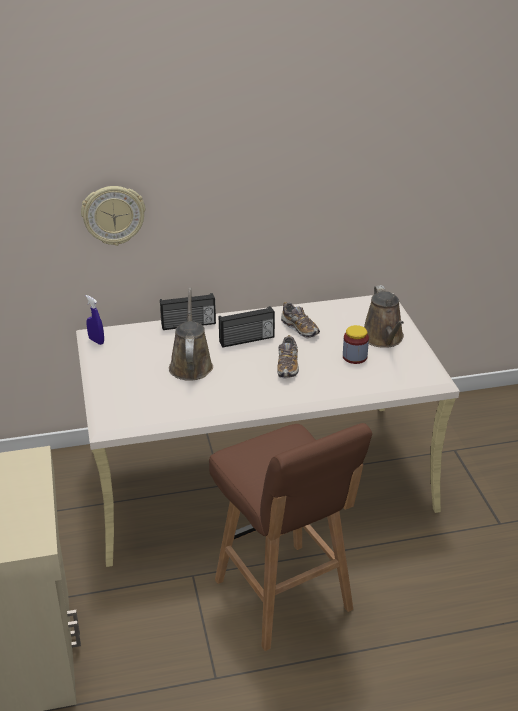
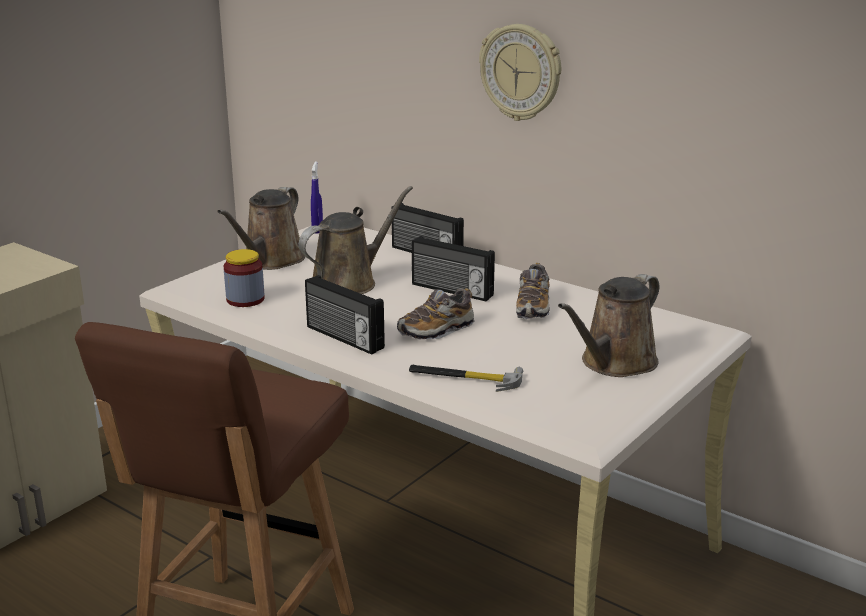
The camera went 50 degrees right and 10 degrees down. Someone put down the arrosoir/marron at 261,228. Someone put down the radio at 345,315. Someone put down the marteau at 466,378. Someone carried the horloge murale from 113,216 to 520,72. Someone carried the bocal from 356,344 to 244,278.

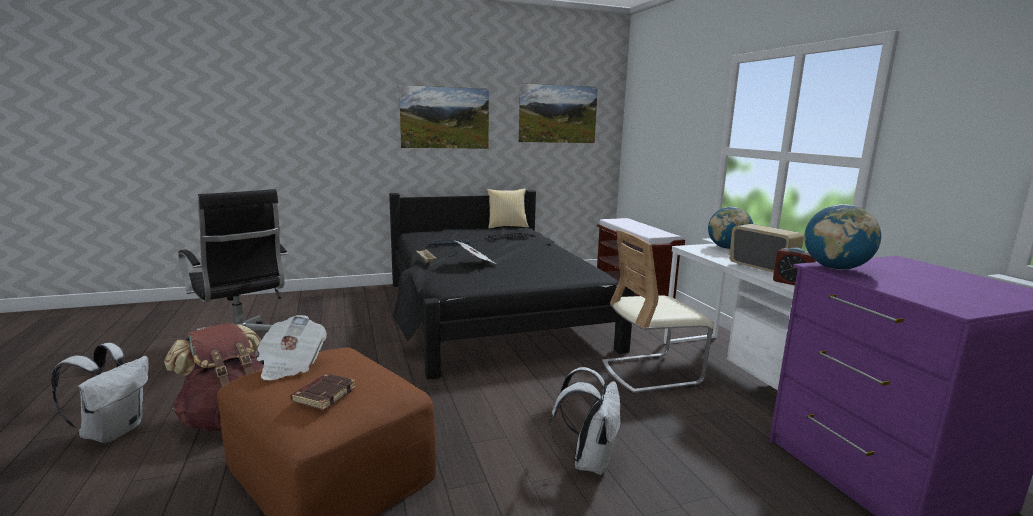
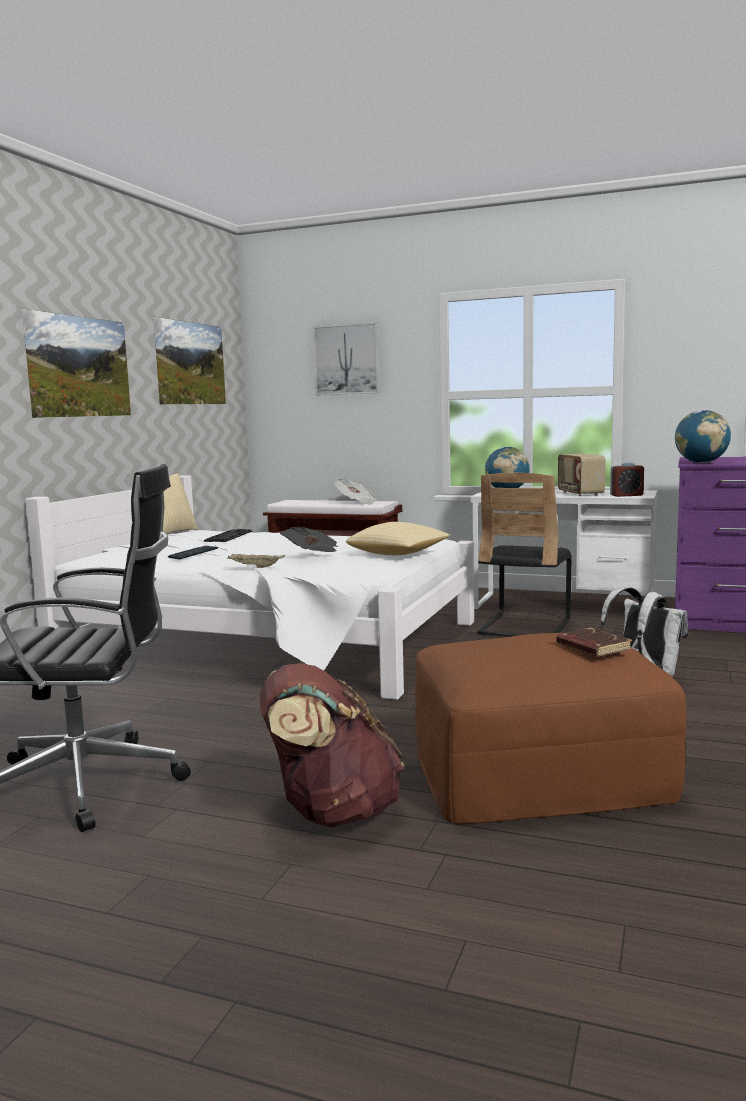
The camera went 50 degrees left and 5 degrees down. Someone took away the sac à dos/blanc at 100,393. Someone put up the tableau at 346,358. Someone put down the coussin at 398,538. Someone carried the journal from 292,347 to 356,491. Someone repainted the lit/noir at 512,284, which became the lit/blanc at 249,588. Someone repainted the chaise/beige at 658,312, which became the chaise/noir at 524,555. Someone rotated the radio at 766,248 by 105 degrees counterclockwise.

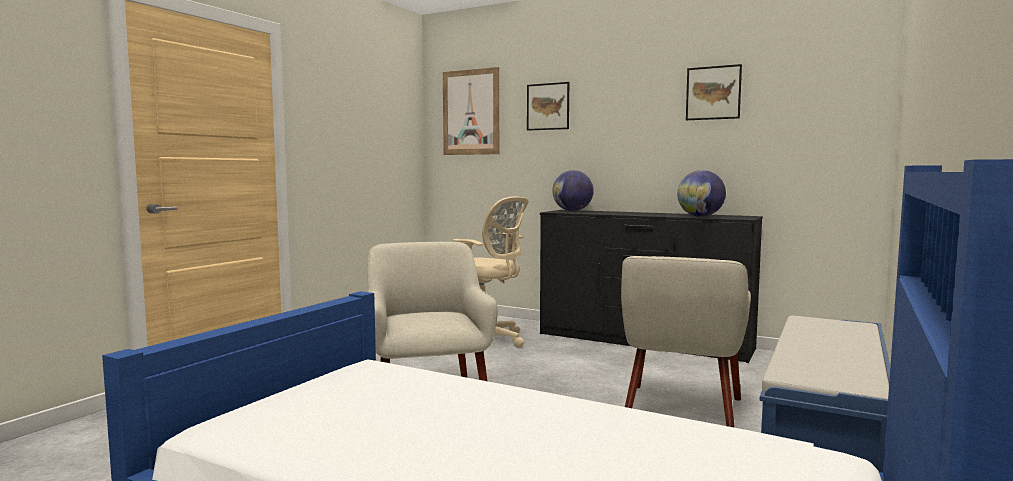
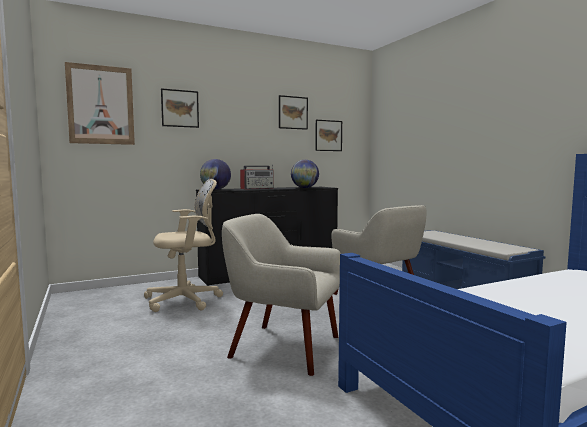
The camera went 55 degrees left and 0 degrees up. Someone put down the radio at 257,176. Someone put up the tableau at 328,135.

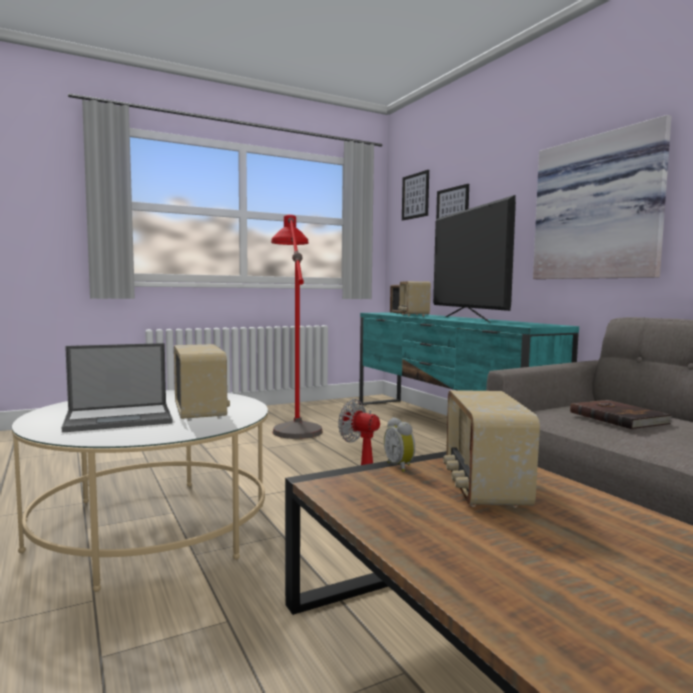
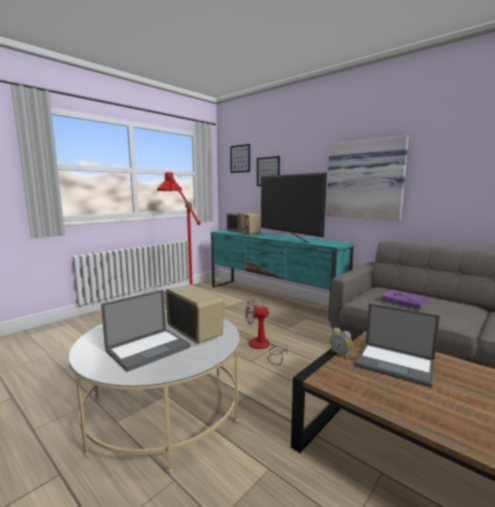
The camera went 20 degrees left and 5 degrees up. Someone swapped the radio at 491,449 for the ordinateur portable at 397,345. Someone repainted the livre/marron at 621,414, which became the livre/violet at 406,299.

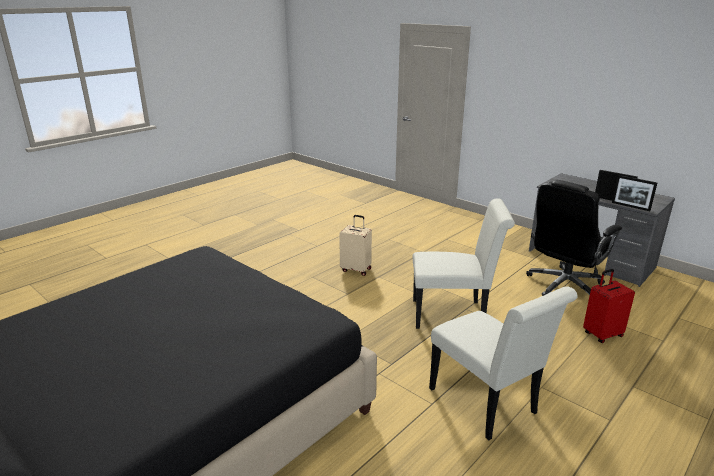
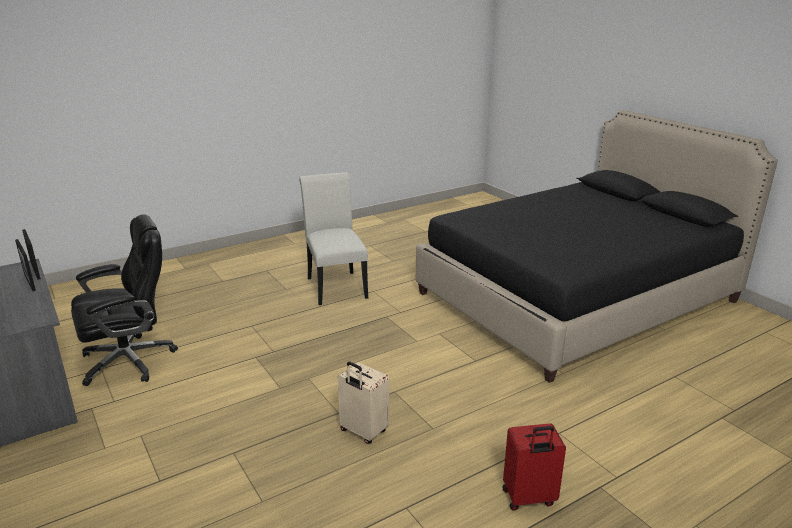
The camera went 165 degrees left and 0 degrees up. Someone took away the chaise/blanc at 463,263. Someone carried the valise/rouge from 609,306 to 534,467.

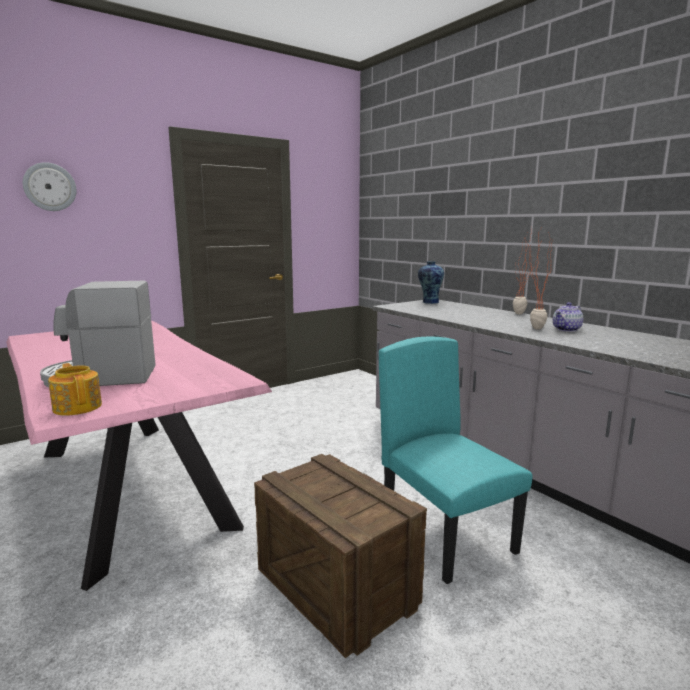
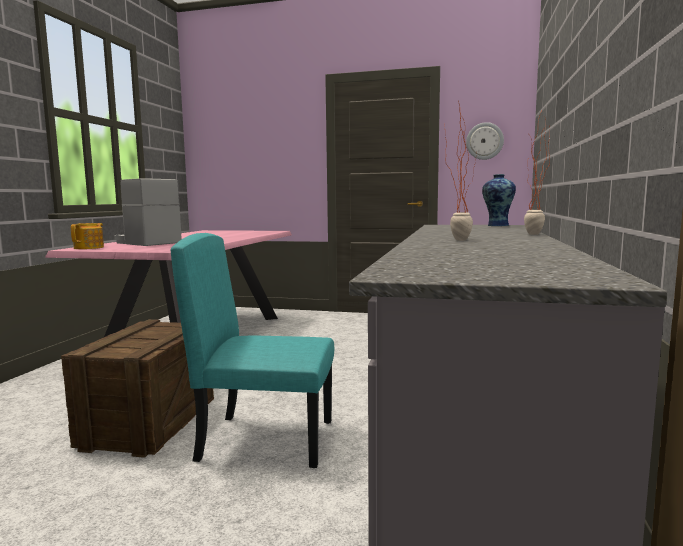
The camera went 50 degrees right and 5 degrees down. Someone took away the théière at 568,317. Someone carried the horloge murale from 50,186 to 485,141. Someone rotated the chaise/turquoise at 455,460 by 105 degrees counterclockwise.

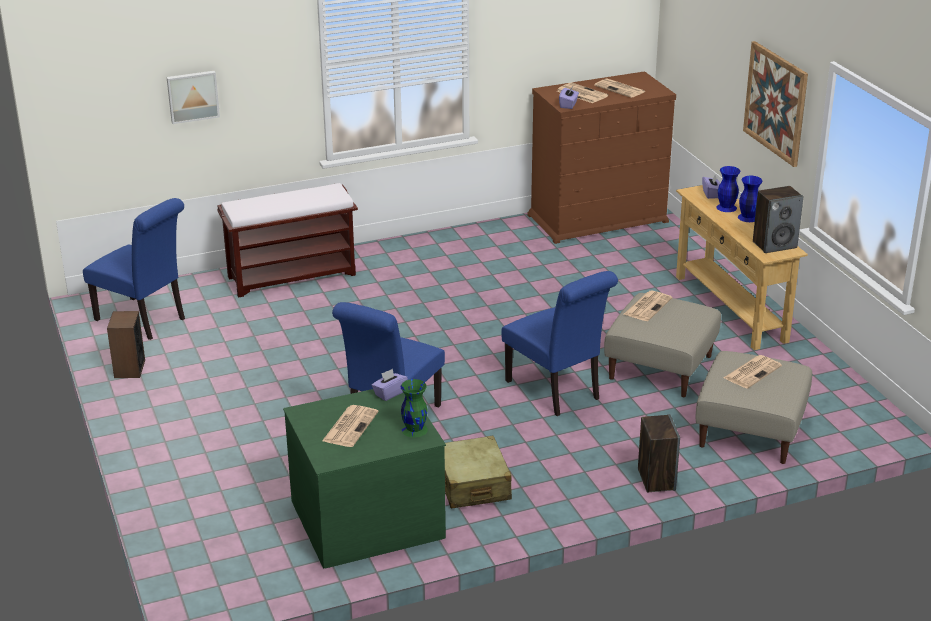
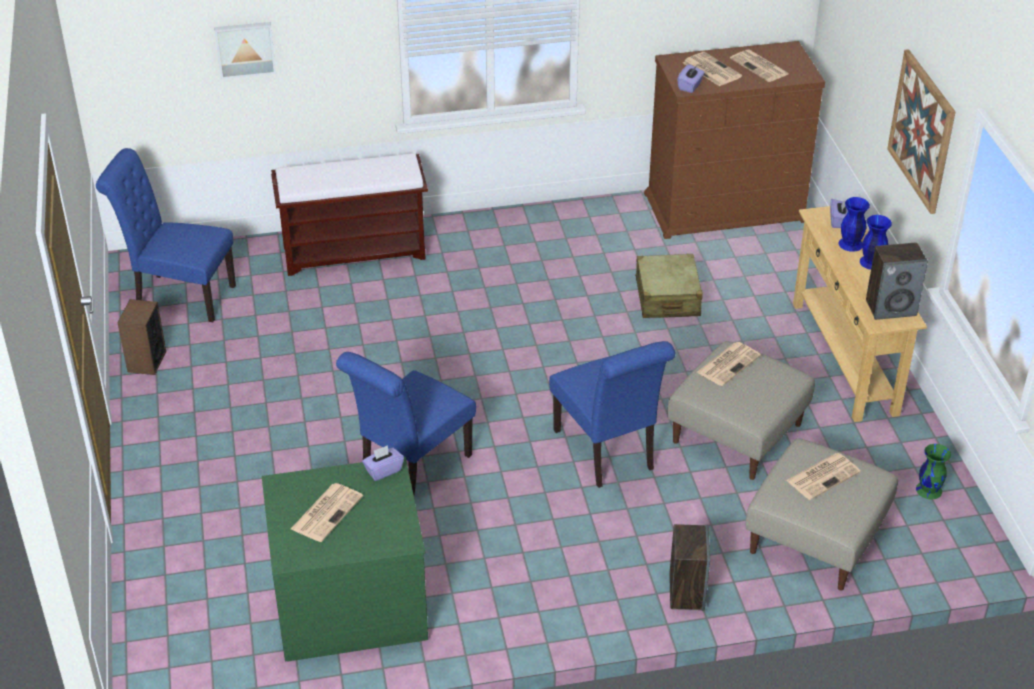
The camera went 10 degrees right and 10 degrees up. Someone carried the vase/vert from 414,408 to 933,471. Someone carried the valise/beige from 478,472 to 669,286. Someone rotated the chaise/bleu at 134,269 by 150 degrees clockwise.

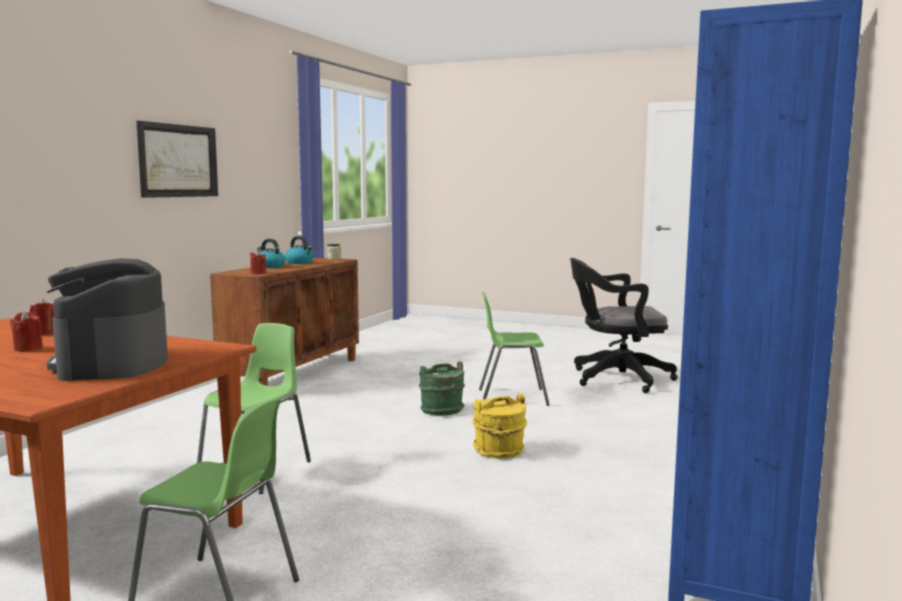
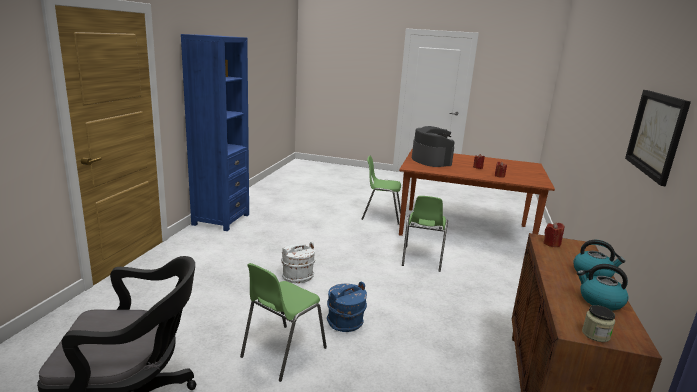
The camera went 170 degrees right and 10 degrees up. Someone repainted the seau/vert at 442,388, which became the seau/bleu at 347,306. Someone repainted the seau/jaune at 499,426, which became the seau/blanc at 298,262. Someone rotated the chaise/vert at 514,349 by 135 degrees clockwise.

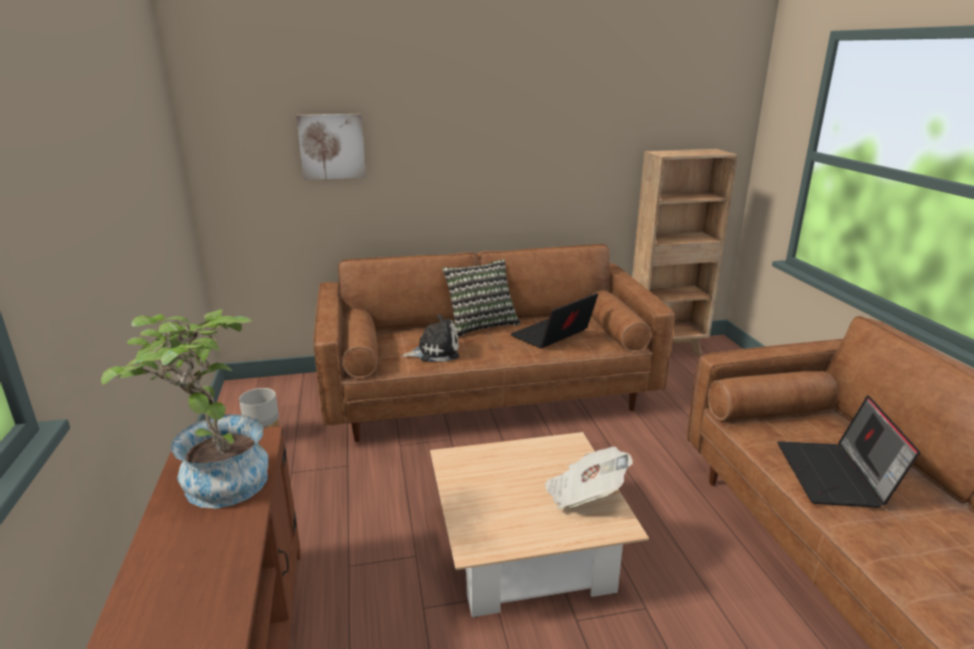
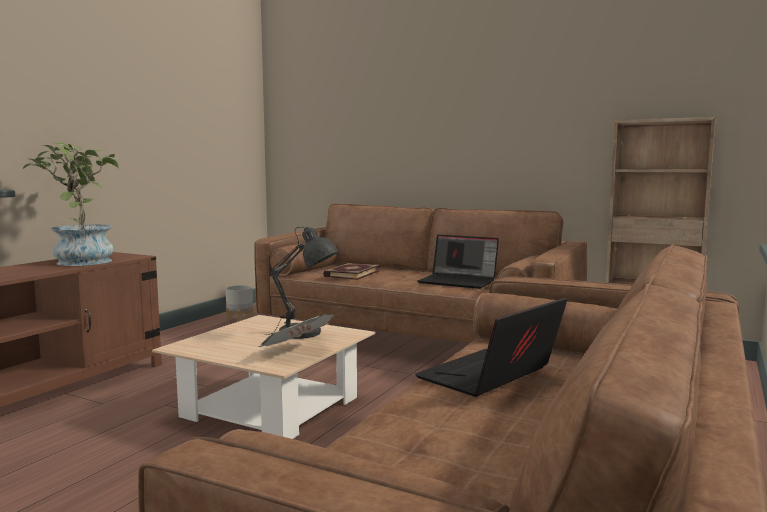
The camera went 40 degrees right and 15 degrees down. Someone took away the tableau at 331,147. Someone took away the coussin at 481,298. Someone put down the lampe de table/gris at 303,283. Someone swapped the peluche at 430,338 for the livre at 351,271. Someone rotated the ordinateur portable at 554,320 by 150 degrees counterclockwise.

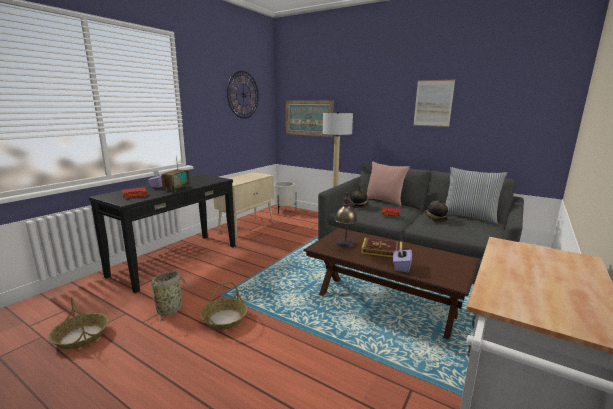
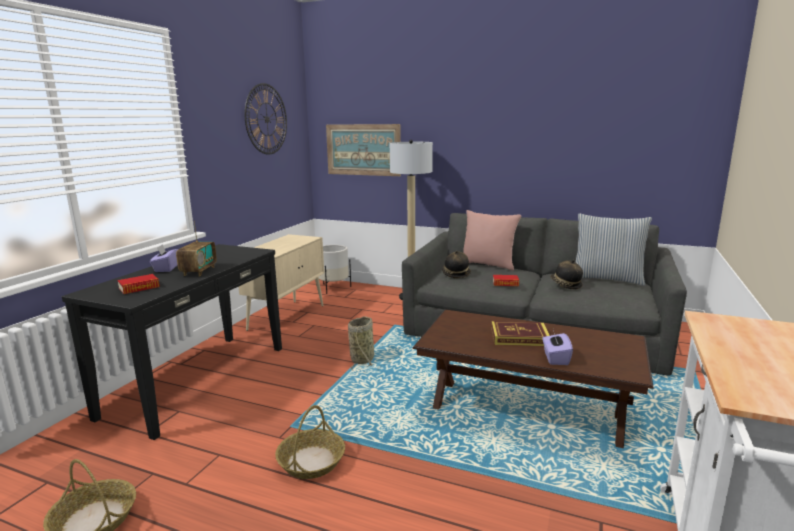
The camera went 10 degrees left and 0 degrees up. Someone took away the lampe de table at 346,220. Someone took away the tableau at 434,103. Someone carried the panier from 171,297 to 361,342.

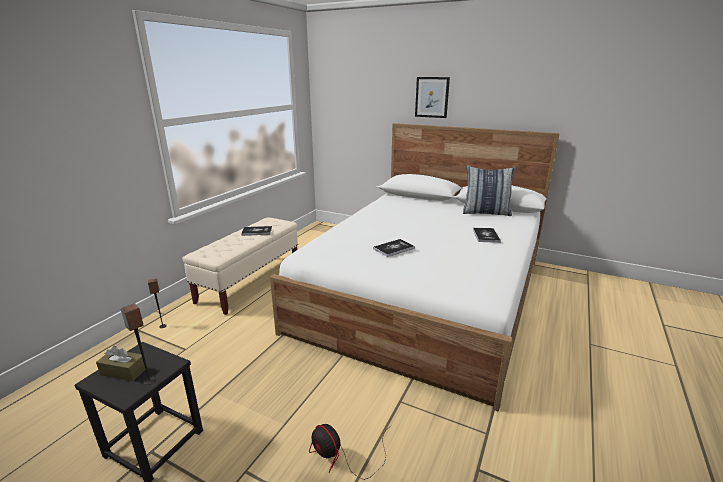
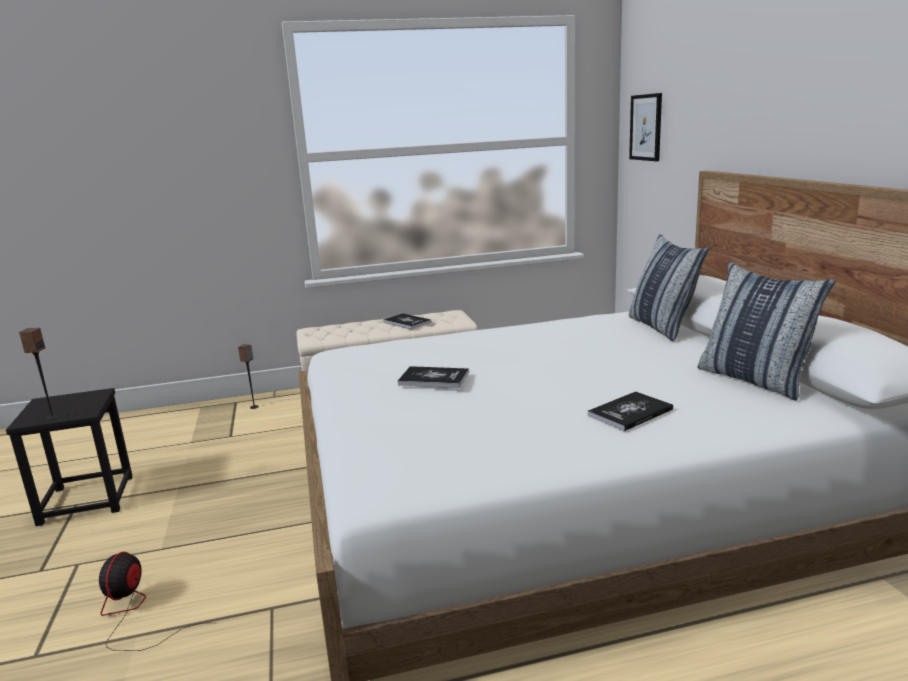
The camera went 50 degrees right and 5 degrees down. Someone took away the boîte à mouchoirs/marron at 120,363. Someone put down the coussin at 669,287. Someone carried the tableau from 432,97 to 645,127.

